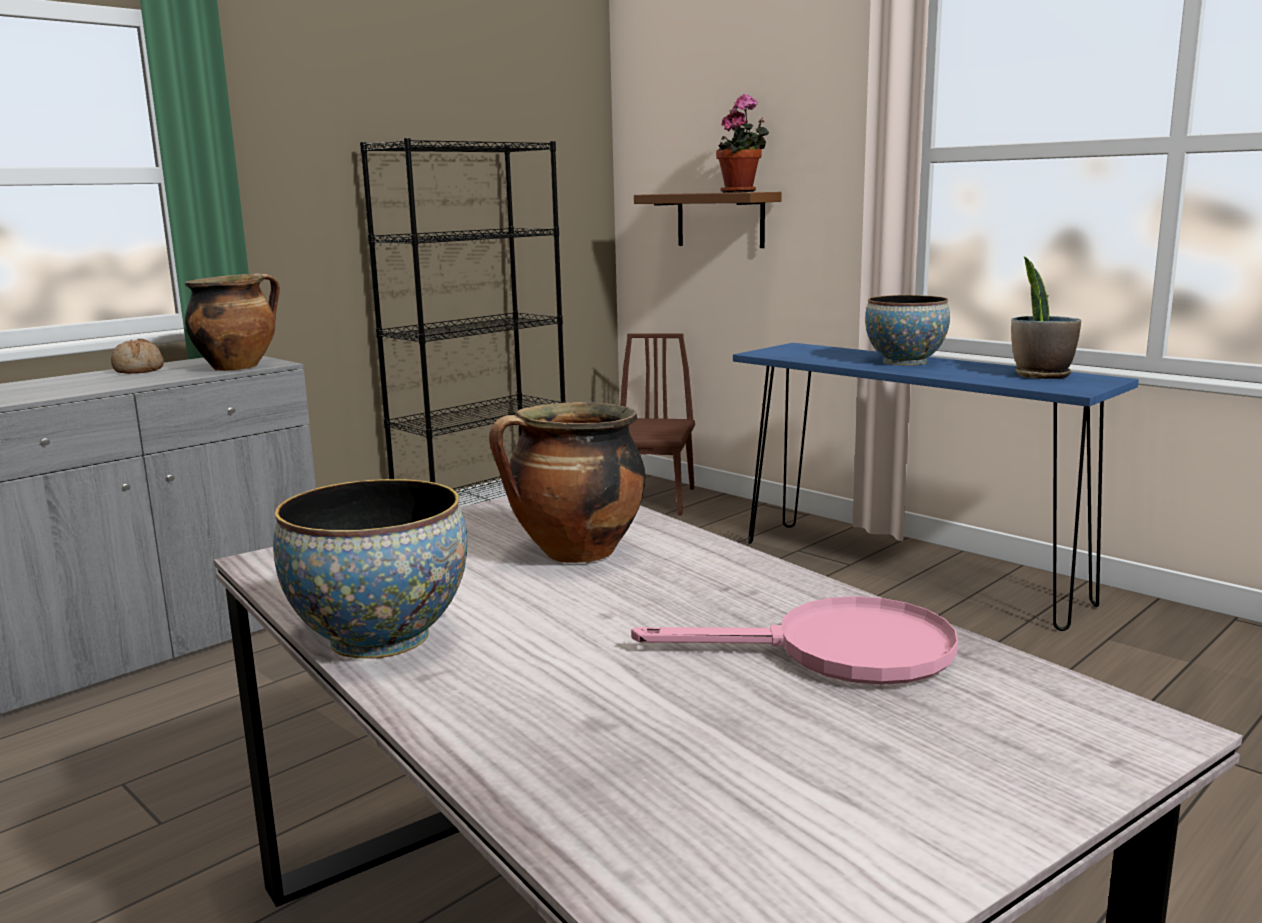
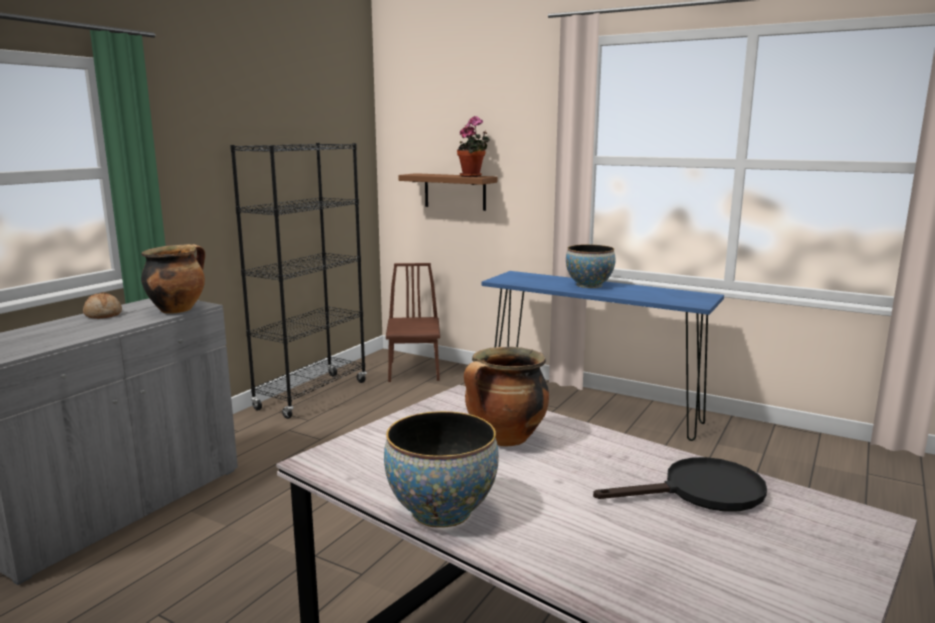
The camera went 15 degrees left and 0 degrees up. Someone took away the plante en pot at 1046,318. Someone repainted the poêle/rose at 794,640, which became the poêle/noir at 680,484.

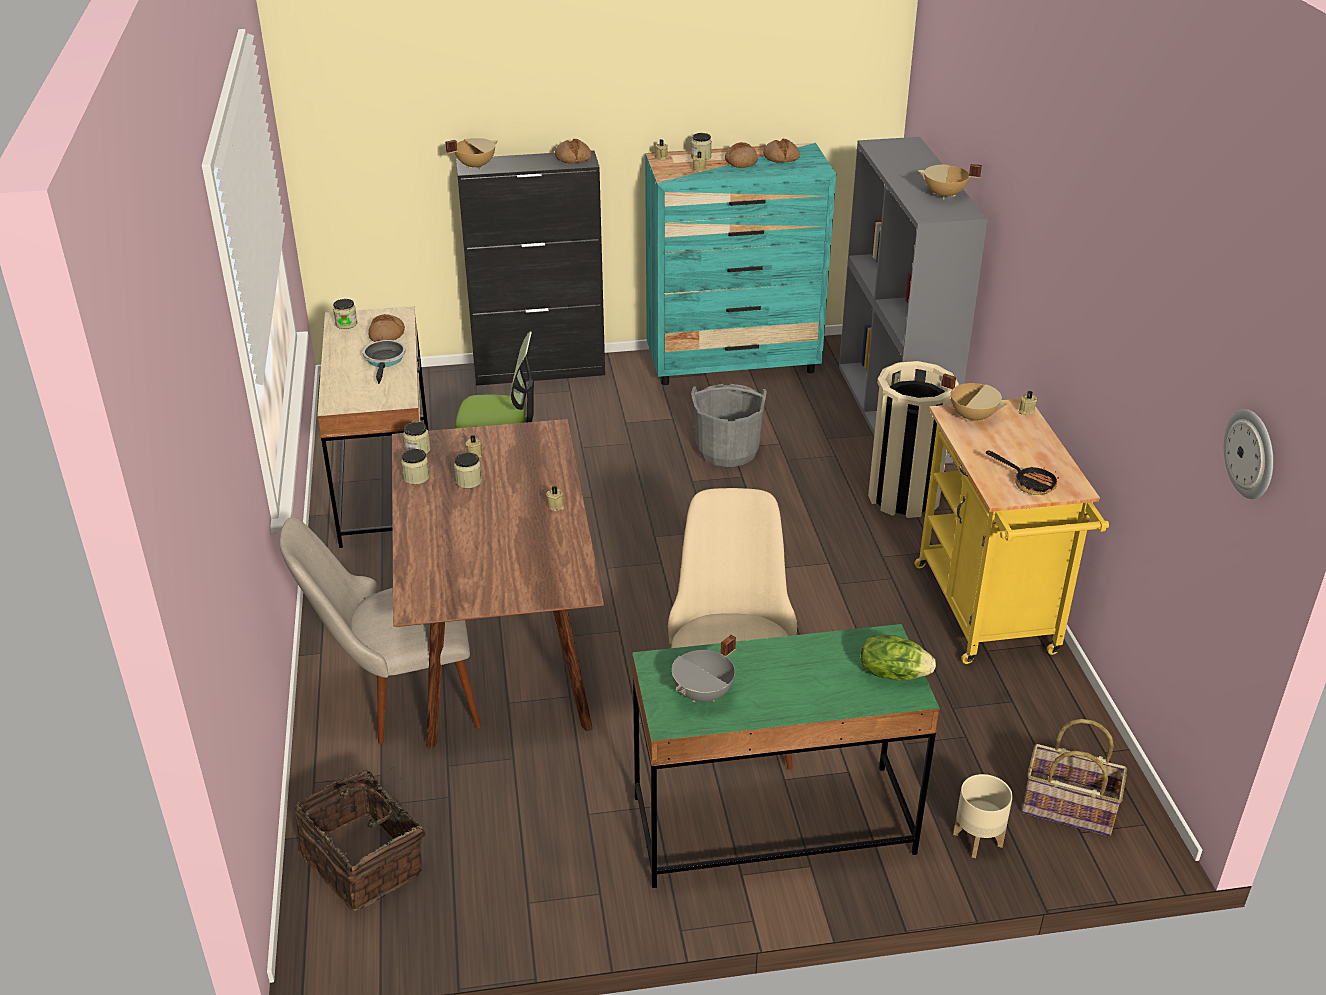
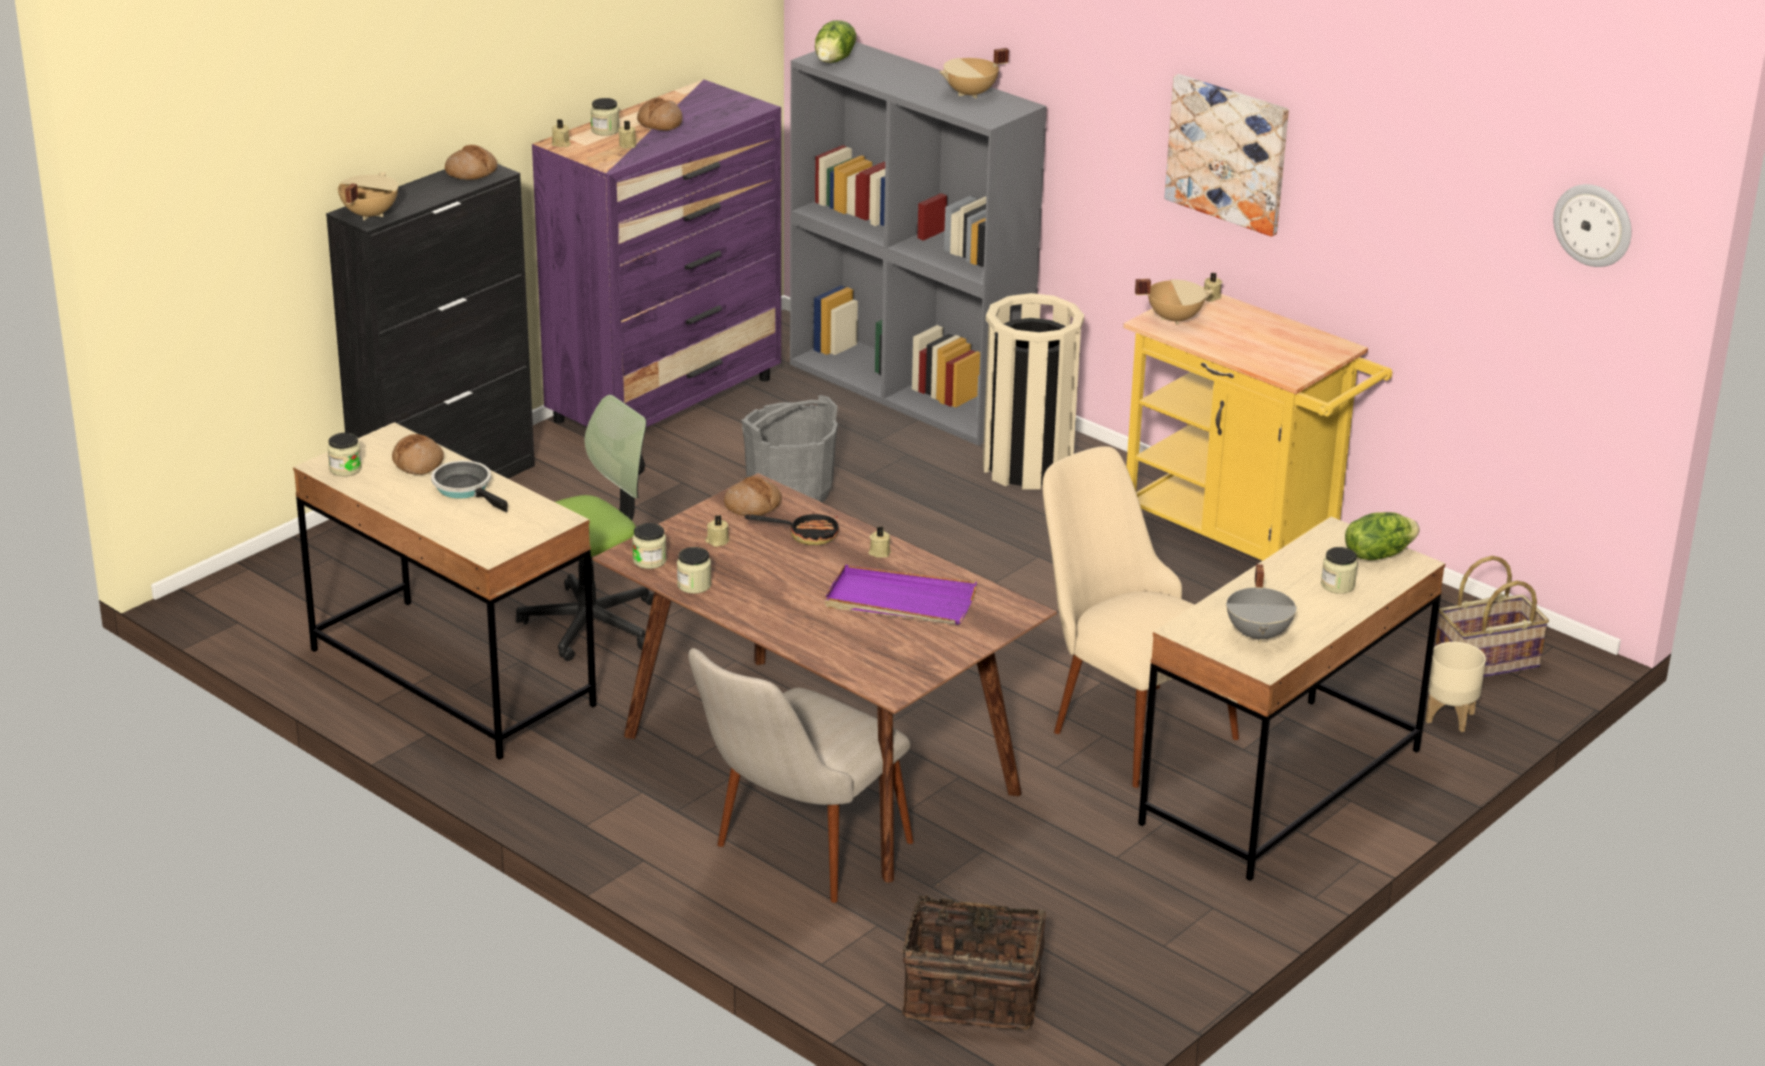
The camera went 40 degrees left and 5 degrees down. Someone put down the laitue at 835,41. Someone put down the plateau/violet at 901,595. Someone put up the tableau at 1227,155. Someone carried the bocal from 468,470 to 1339,570. Someone carried the pain from 781,151 to 753,496. Someone carried the poêle from 1022,473 to 792,528. Someone repainted the bureau/vert at 786,756, which became the bureau/beige at 1291,699. Someone repainted the commode/turquoise at 740,264, which became the commode/violet at 656,253.

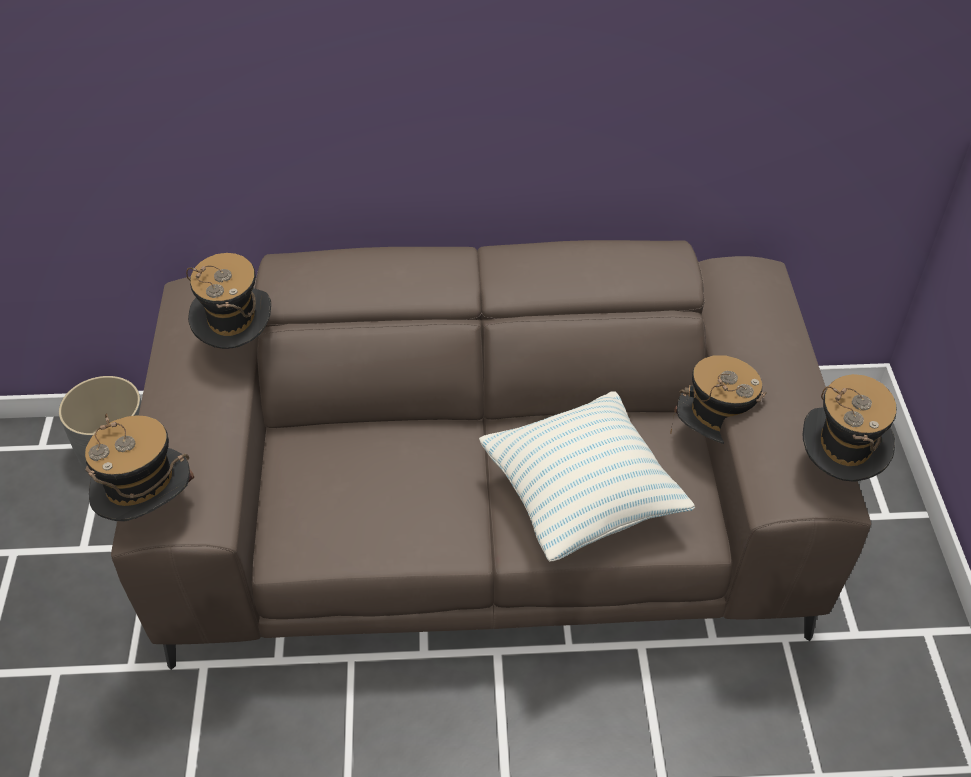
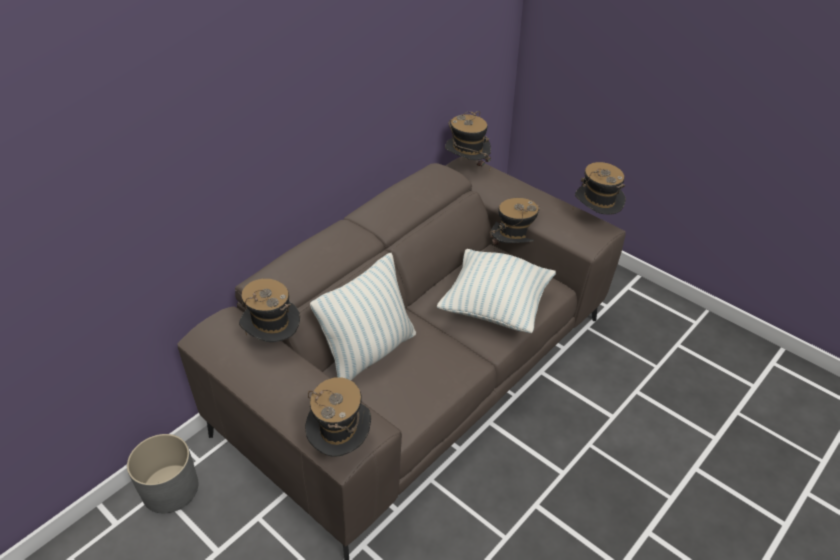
The camera went 45 degrees left and 5 degrees down. Someone put down the coussin at 363,316. Someone put down the chapeau at 468,139.

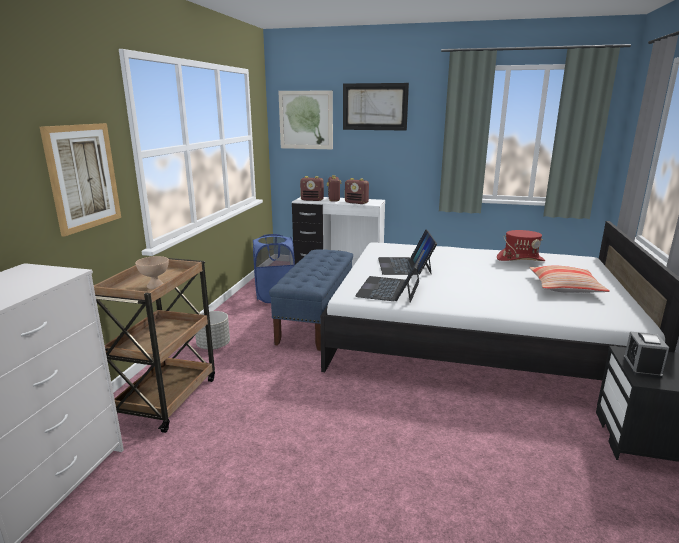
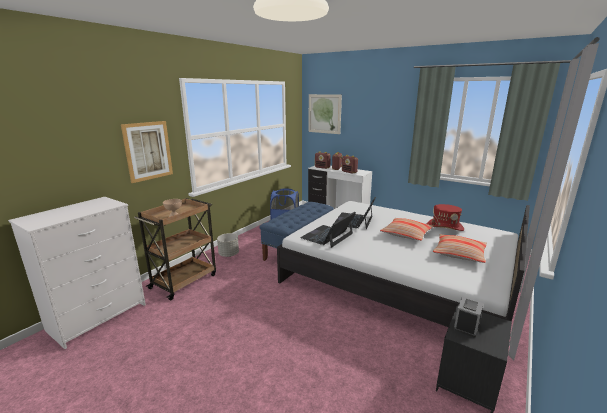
The camera went 20 degrees right and 0 degrees up. Someone took away the tableau at 376,107. Someone put down the coussin at 406,229.

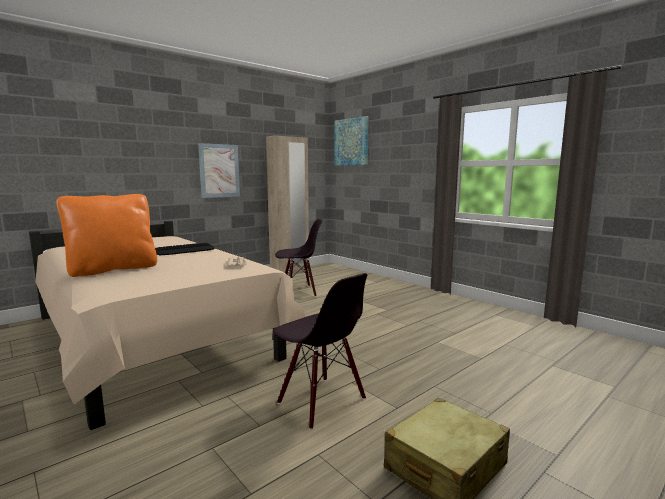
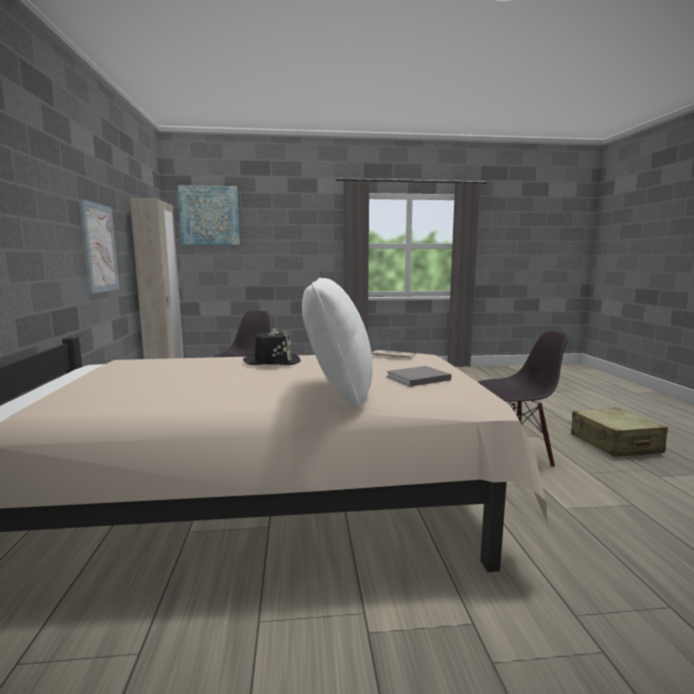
The camera went 55 degrees left and 0 degrees up. Someone put down the livre/gris at 418,376. Someone swapped the clavier at 184,249 for the chapeau/noir at 271,346. Someone repainted the coussin/orange at 106,235, which became the coussin/blanc at 337,343.

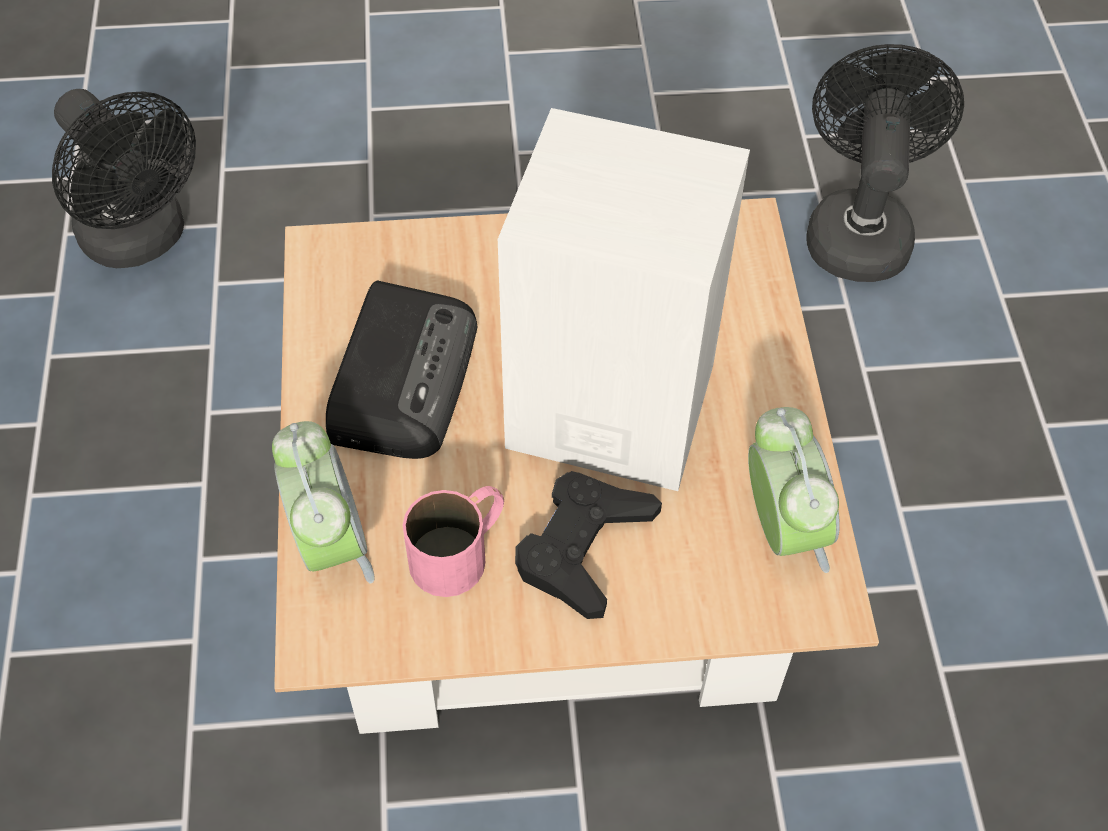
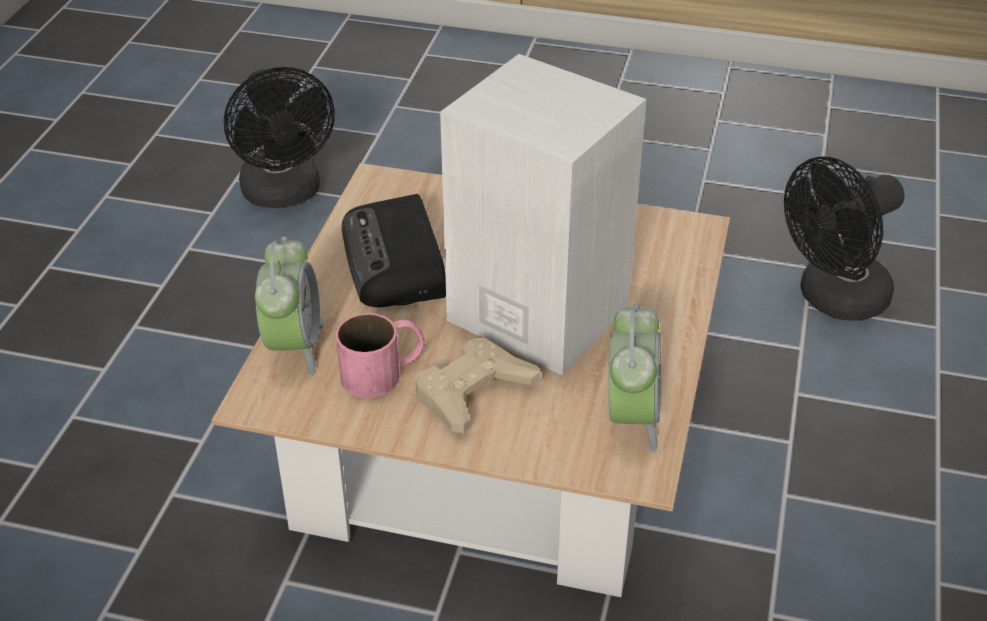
The camera went 20 degrees right and 15 degrees down. Someone repainted the manette/noir at 588,545, which became the manette/beige at 478,385. Someone rotated the radio at 401,369 by 135 degrees clockwise. Someone rotated the ventilateur/noir at 885,163 by 150 degrees counterclockwise.

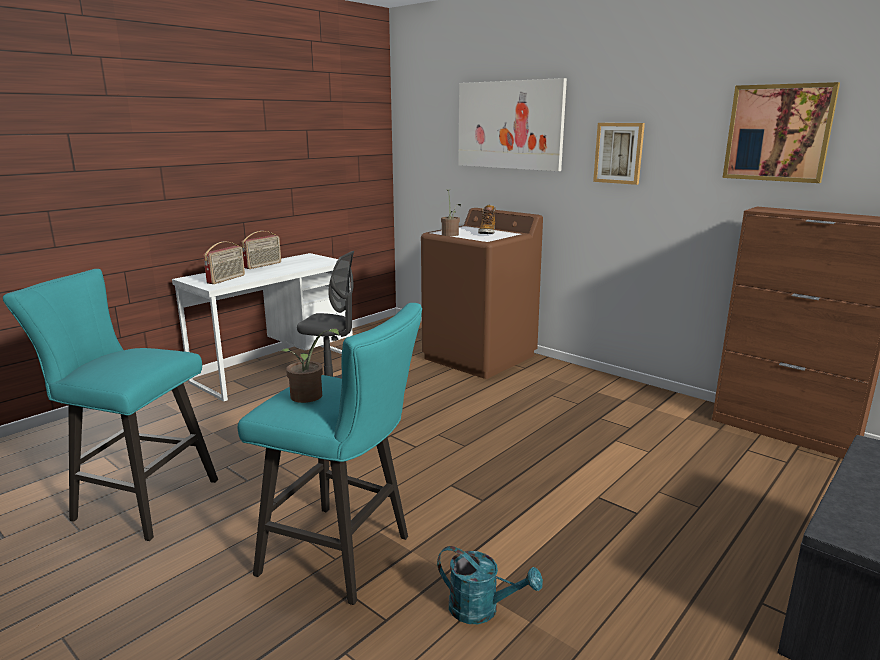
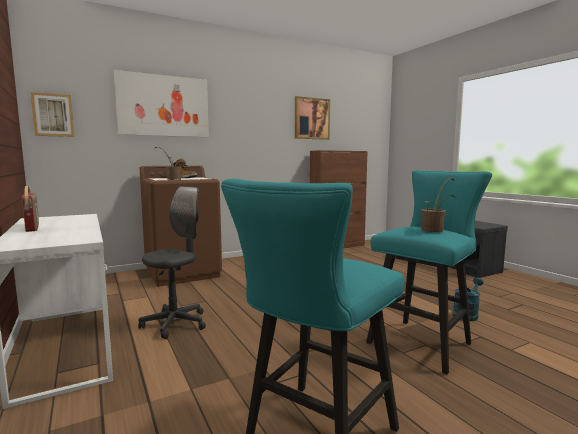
The camera went 70 degrees left and 10 degrees down. Someone took away the radio at 224,262. Someone carried the tableau from 619,154 to 52,114.

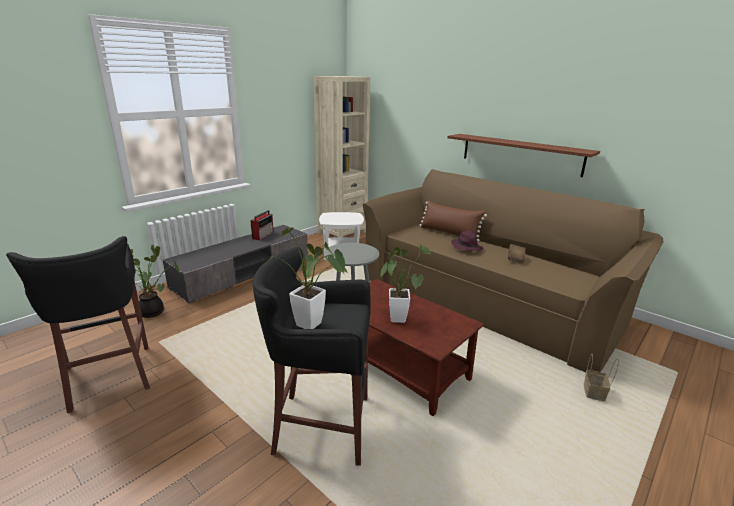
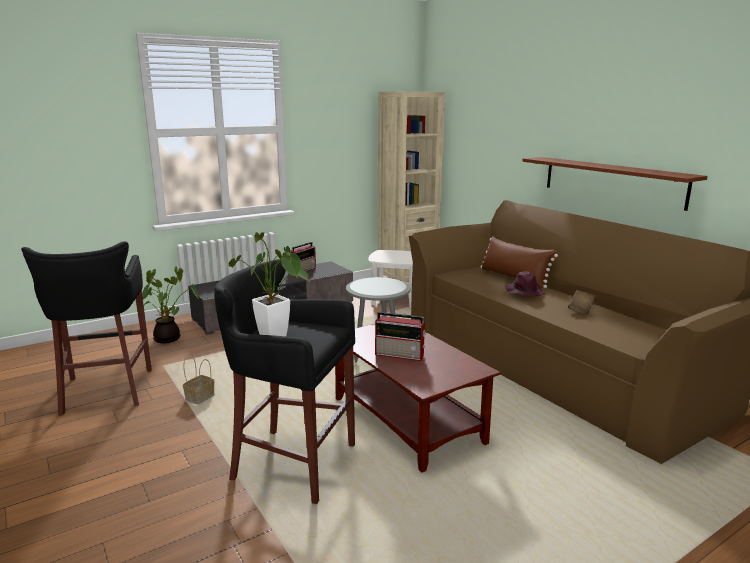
The camera went 15 degrees right and 5 degrees down. Someone carried the panier from 601,377 to 198,378. Someone swapped the plante en pot at 405,284 for the radio at 401,336.

